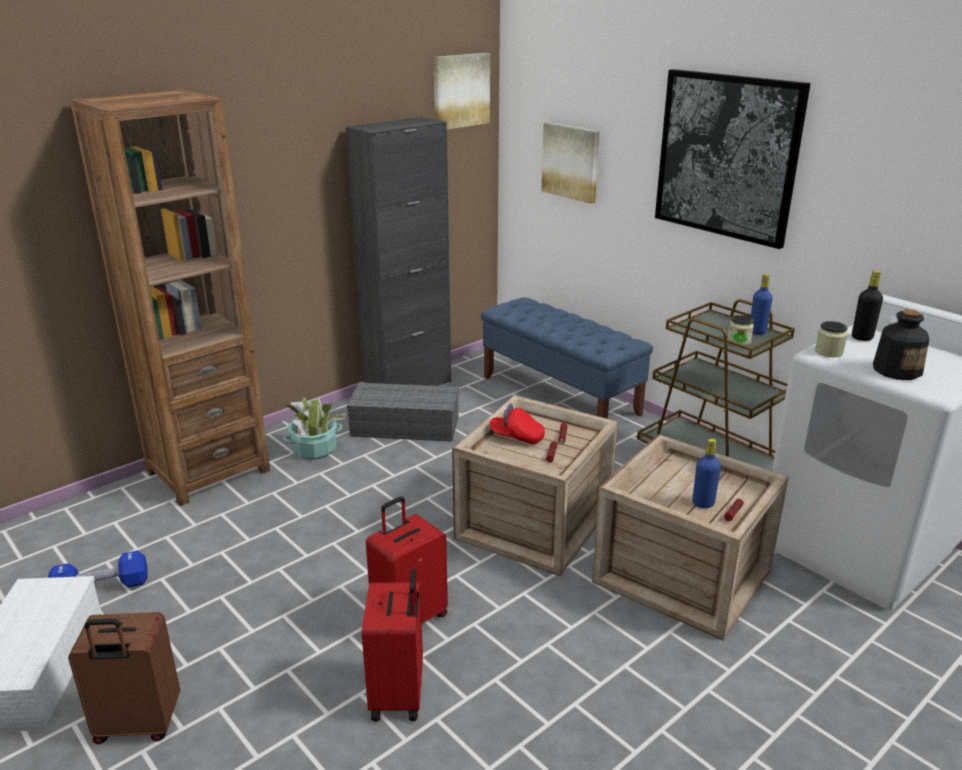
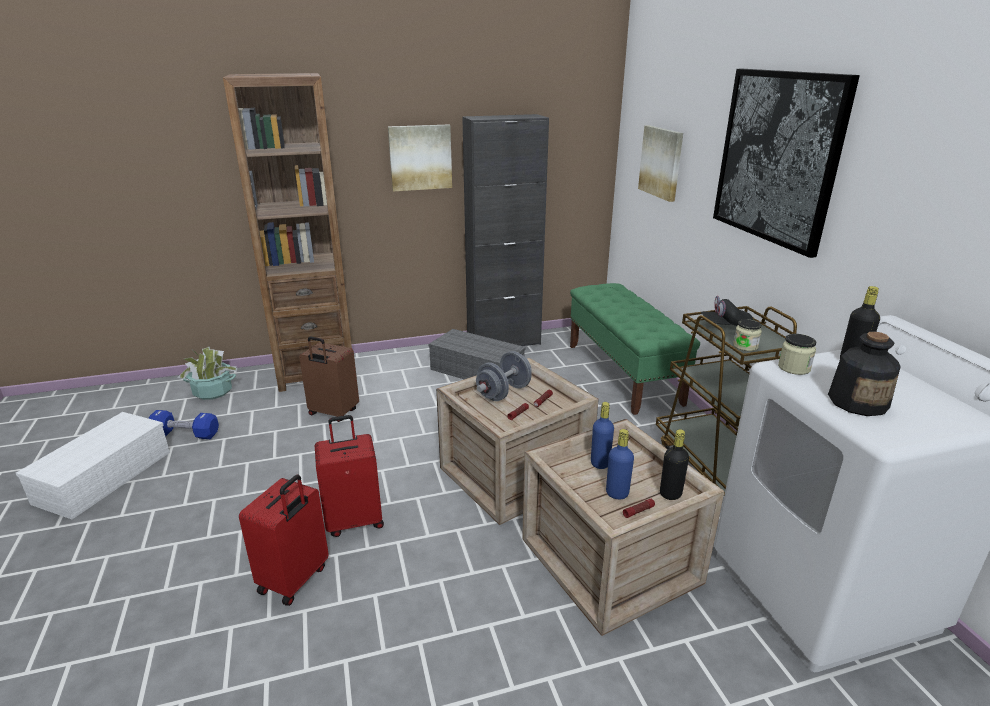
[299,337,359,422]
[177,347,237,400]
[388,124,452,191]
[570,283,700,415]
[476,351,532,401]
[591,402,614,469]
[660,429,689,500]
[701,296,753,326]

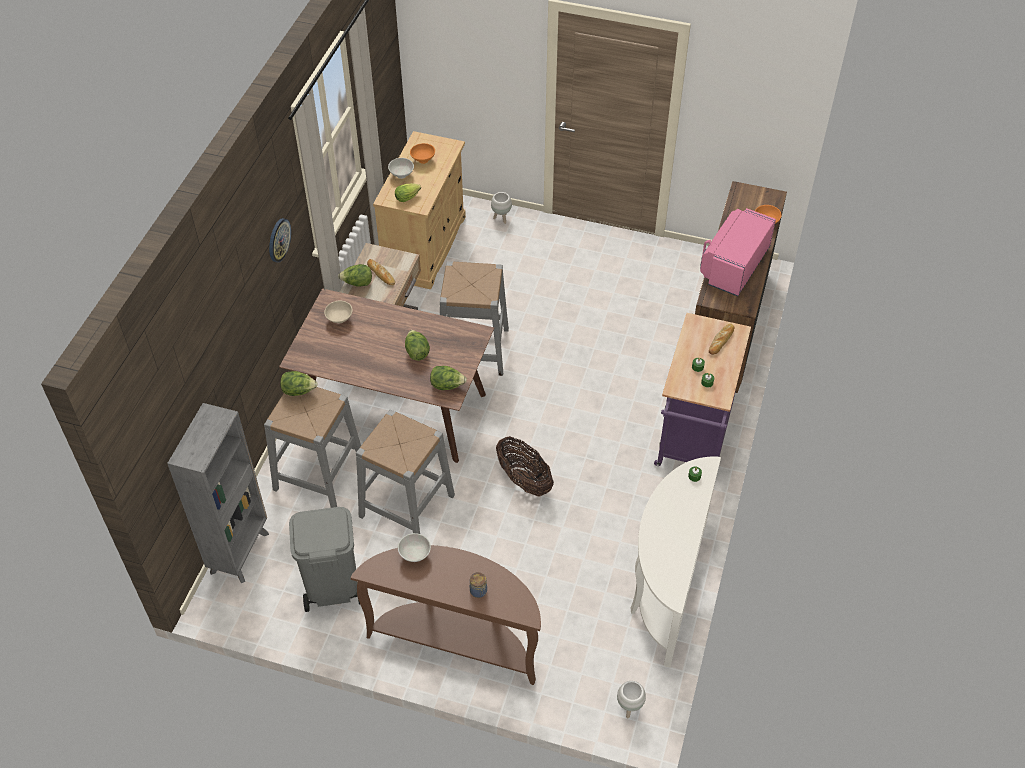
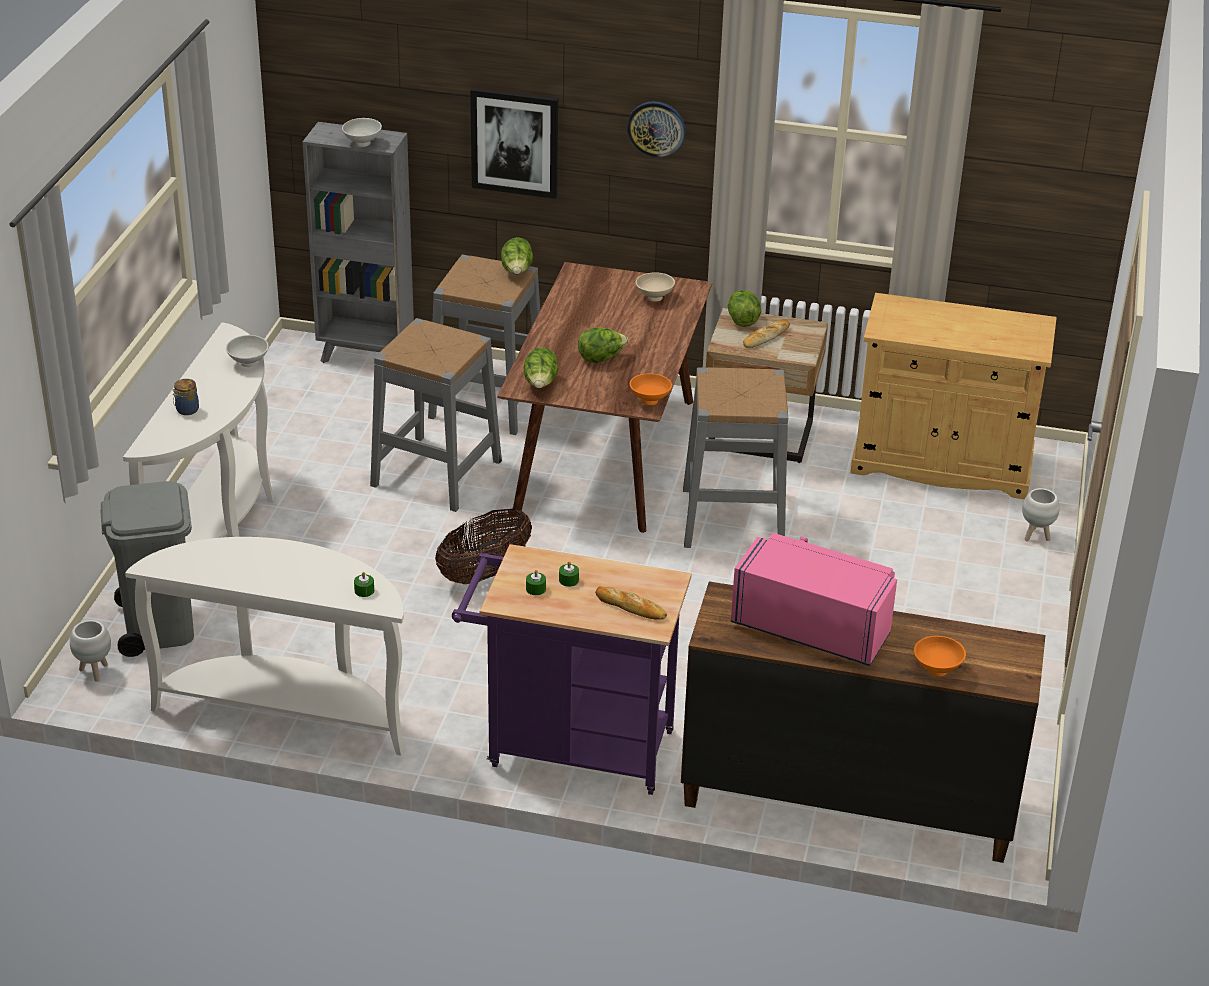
[100,481,194,657]
[123,322,274,542]
[342,118,382,147]
[395,183,421,202] (first image)
[630,373,672,405]
[470,88,558,199]

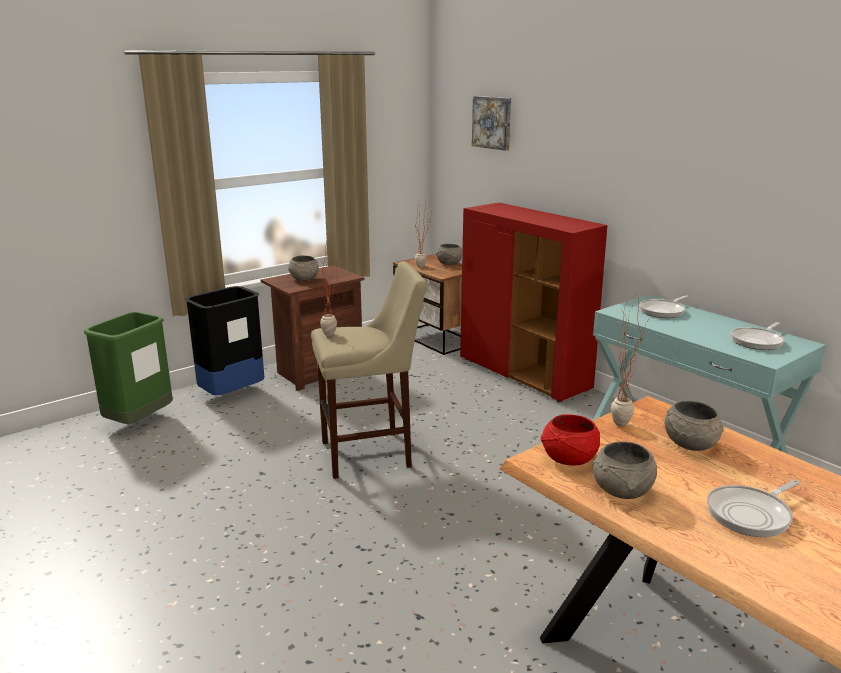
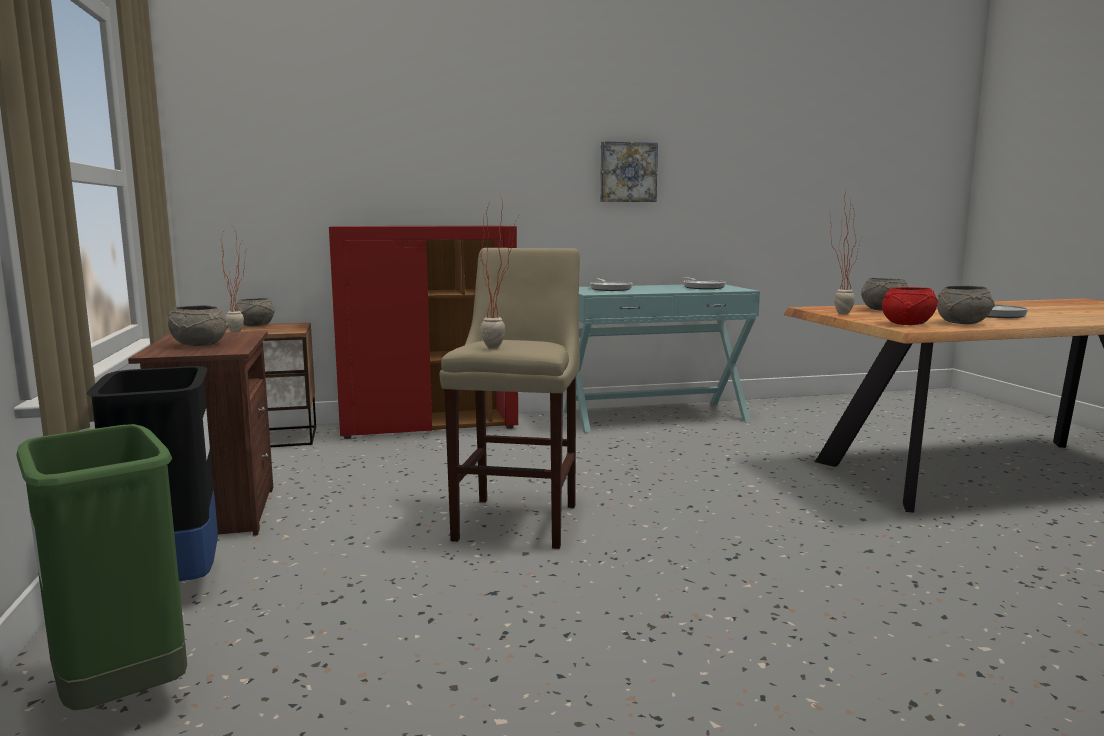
[600,141,658,202]

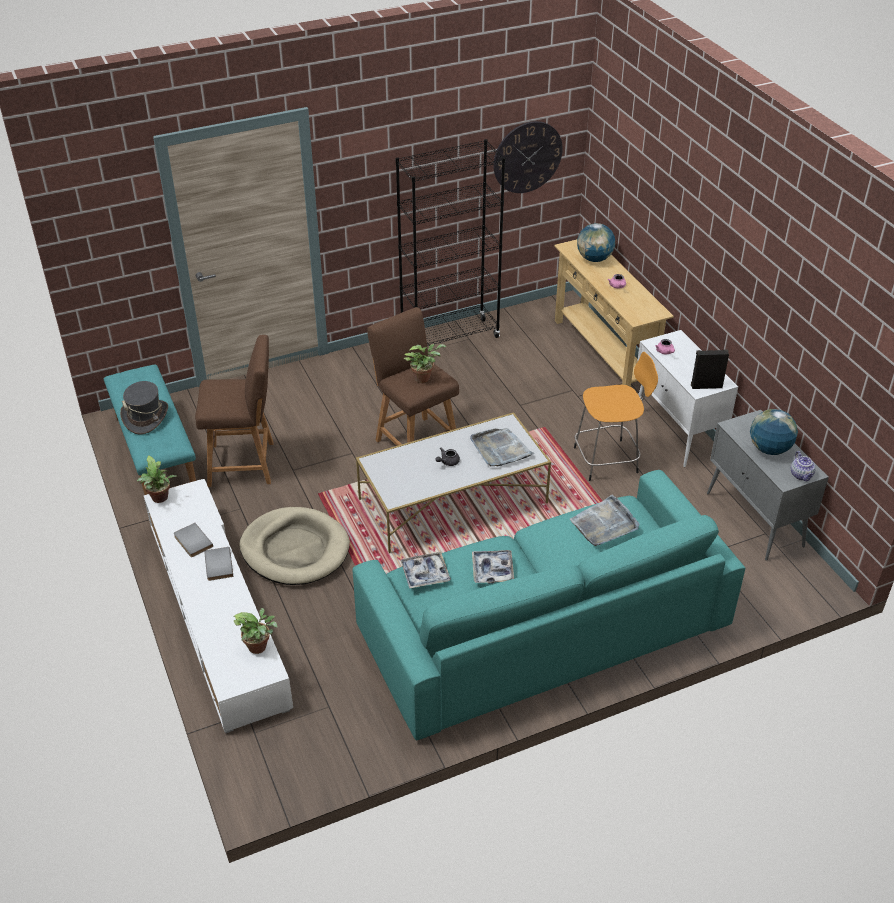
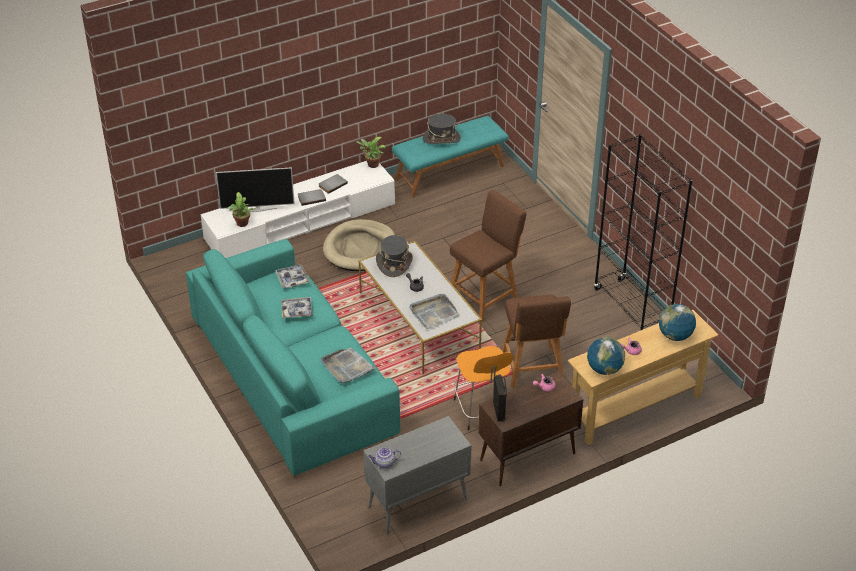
[502,295,571,389]
[404,344,446,383] (first image)
[493,121,563,193] (first image)
[478,372,584,486]
[587,337,625,375]
[216,167,295,212]
[376,235,413,277]

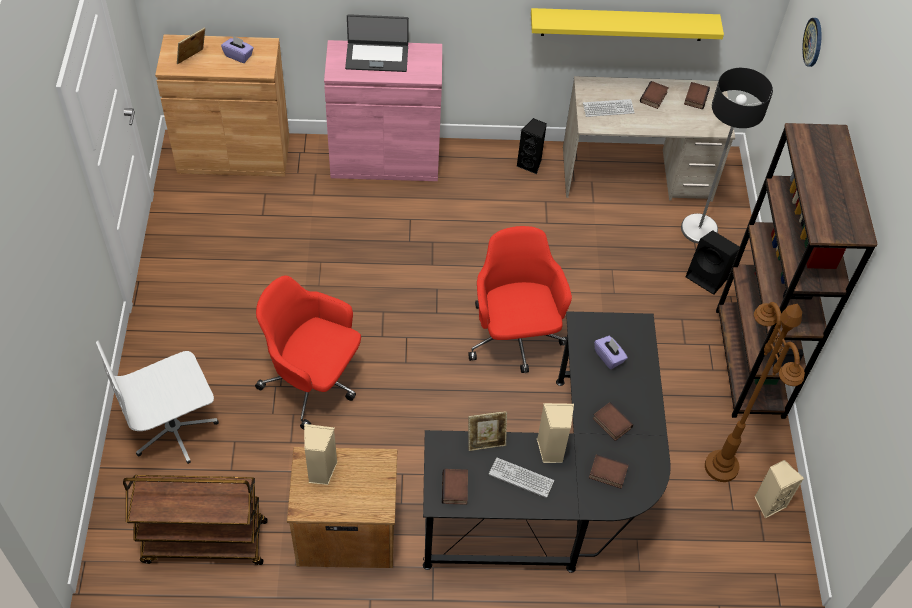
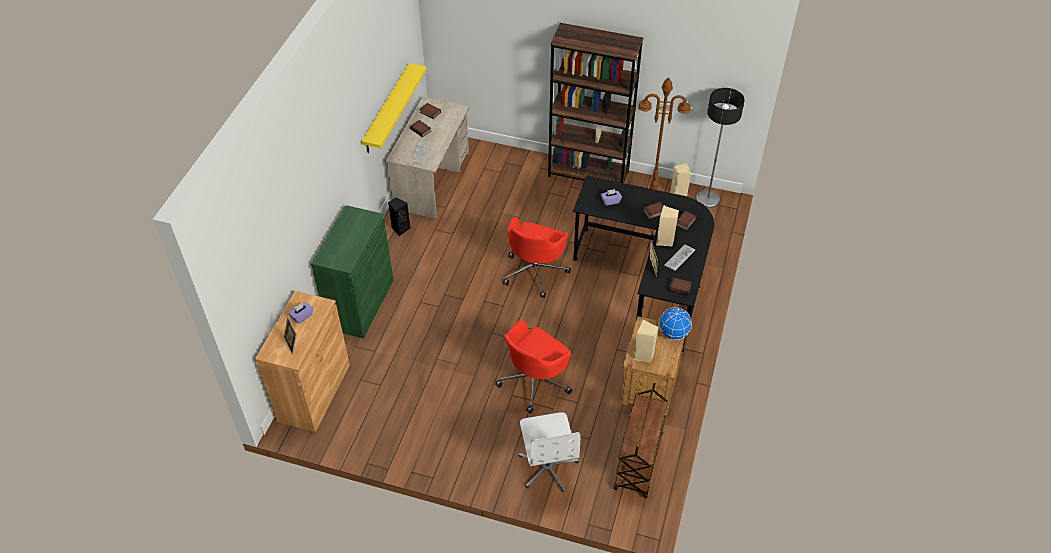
[311,205,393,339]
[345,14,409,72] (first image)
[503,217,571,298]
[696,88,745,208]
[685,230,740,295] (first image)
[802,18,822,67] (first image)
[659,307,692,340]

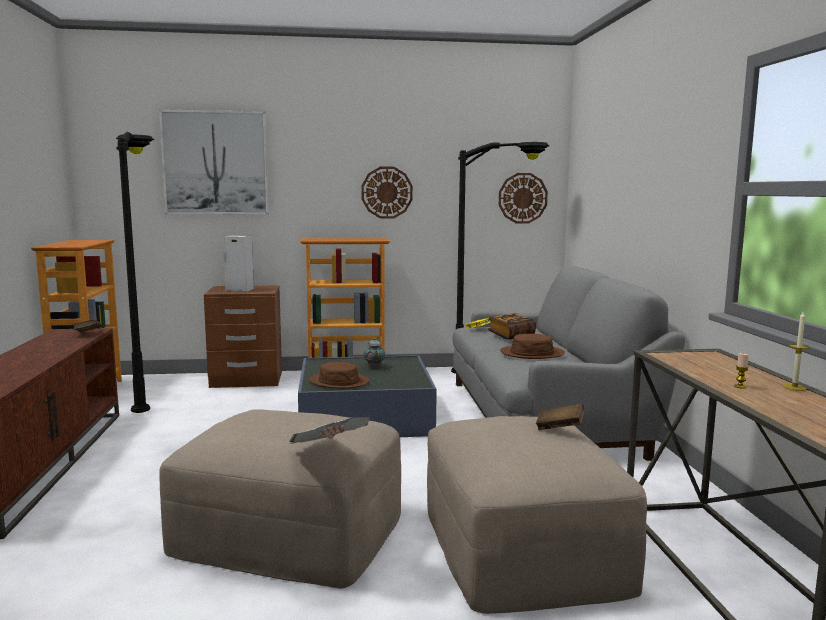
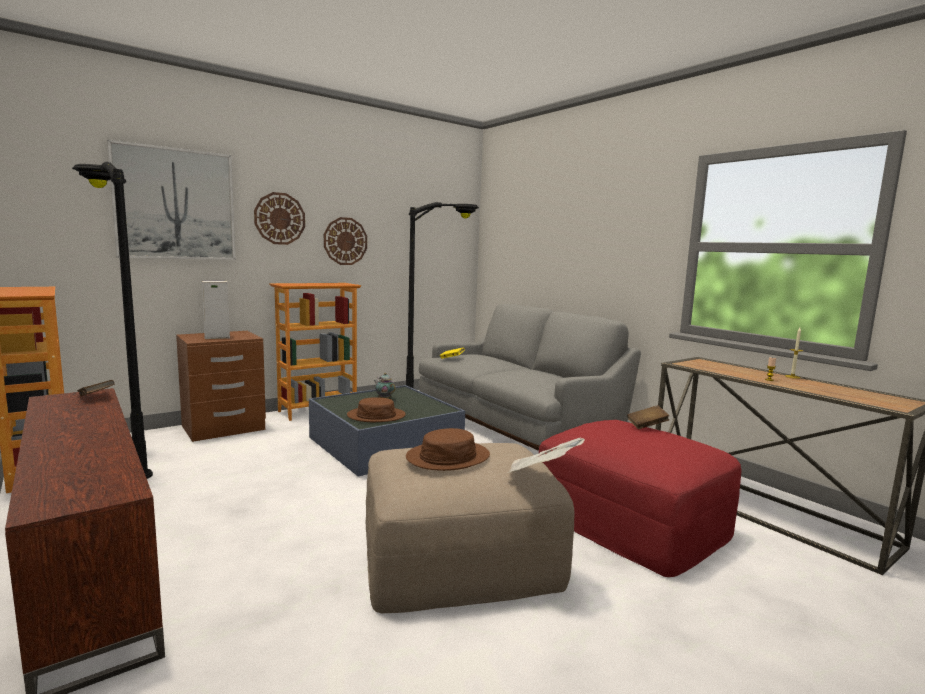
[539,420,742,577]
[488,313,536,340] (first image)
[254,192,305,245]
[406,428,490,471]

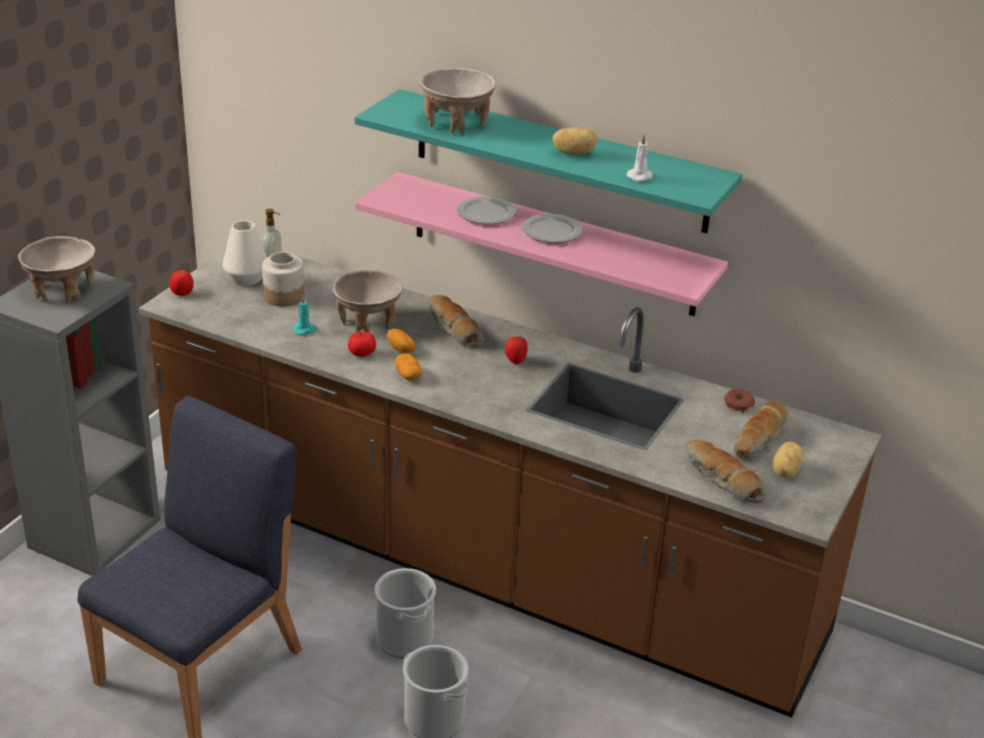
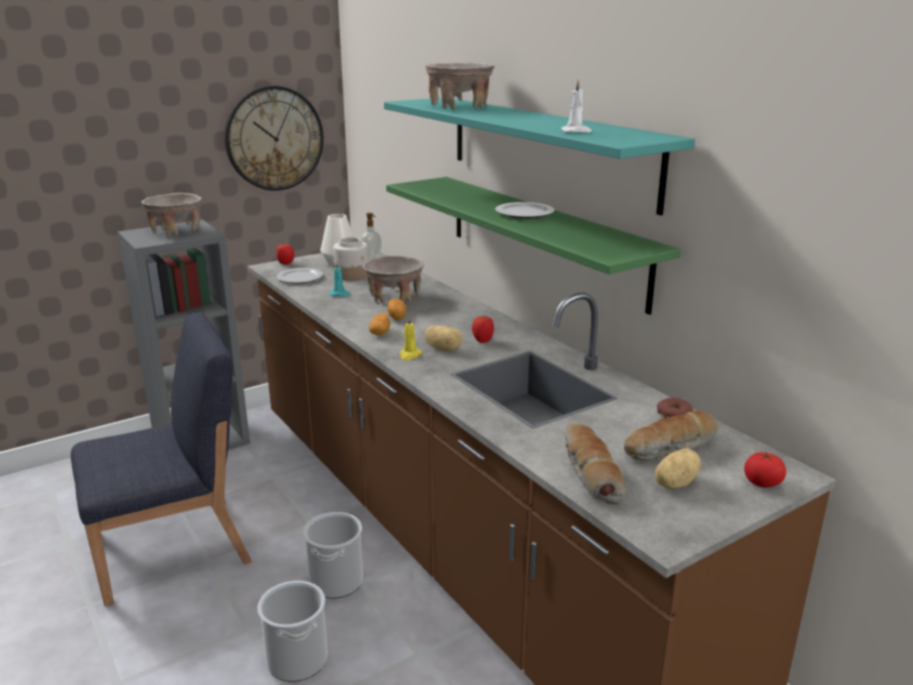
[744,452,786,488]
[386,177,681,315]
[428,295,484,347] (first image)
[277,268,323,283]
[424,325,463,351]
[225,86,324,191]
[399,316,422,360]

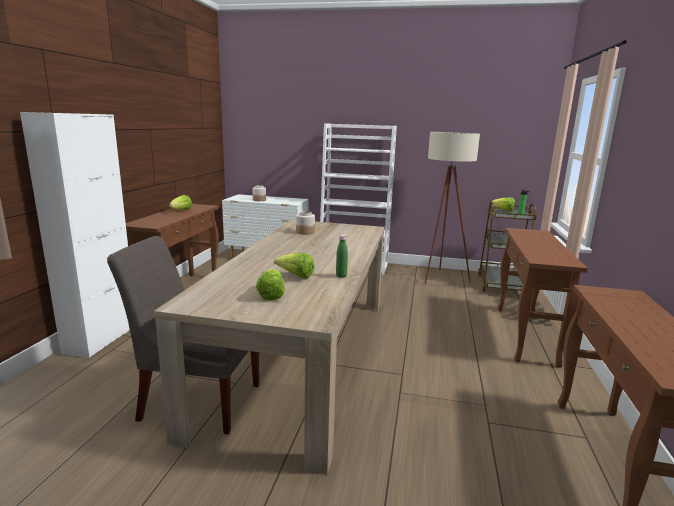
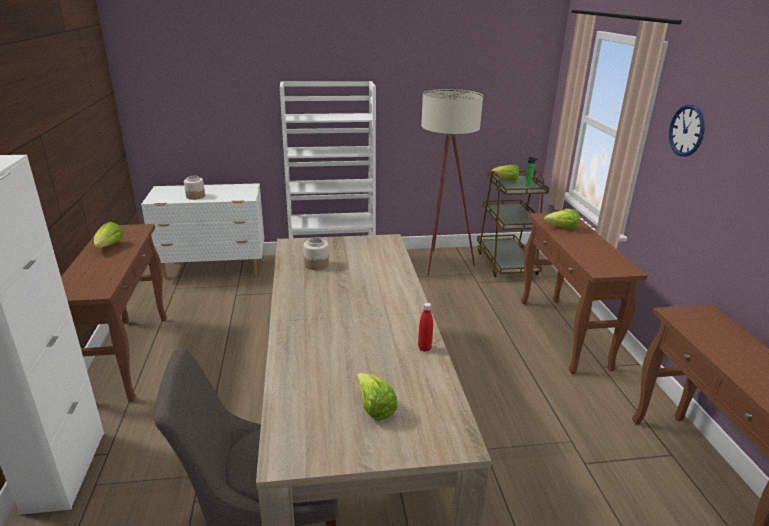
[544,209,579,229]
[418,302,433,352]
[669,105,705,157]

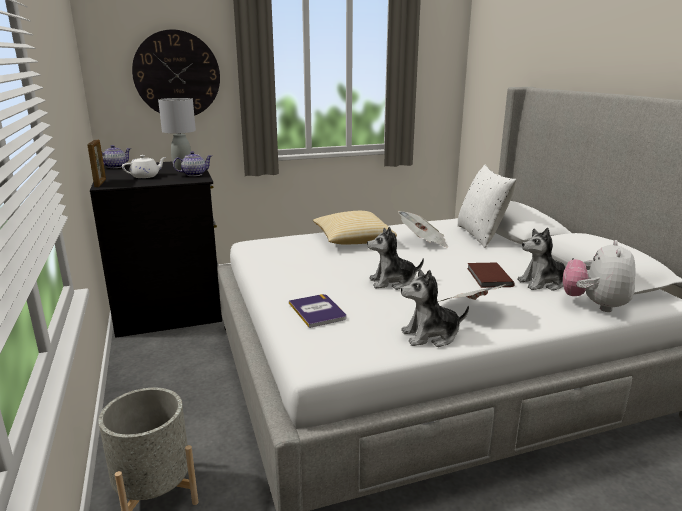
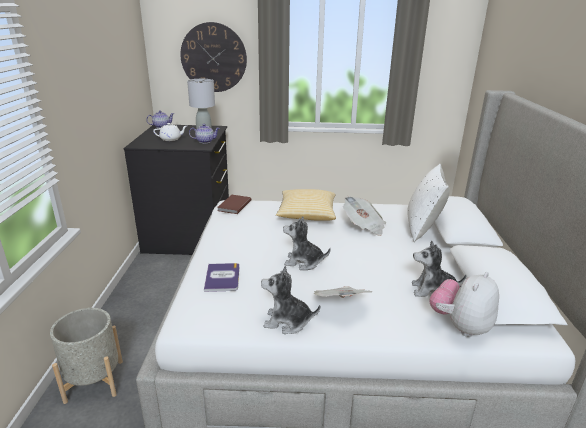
[87,139,106,187] (first image)
[217,195,252,214]

